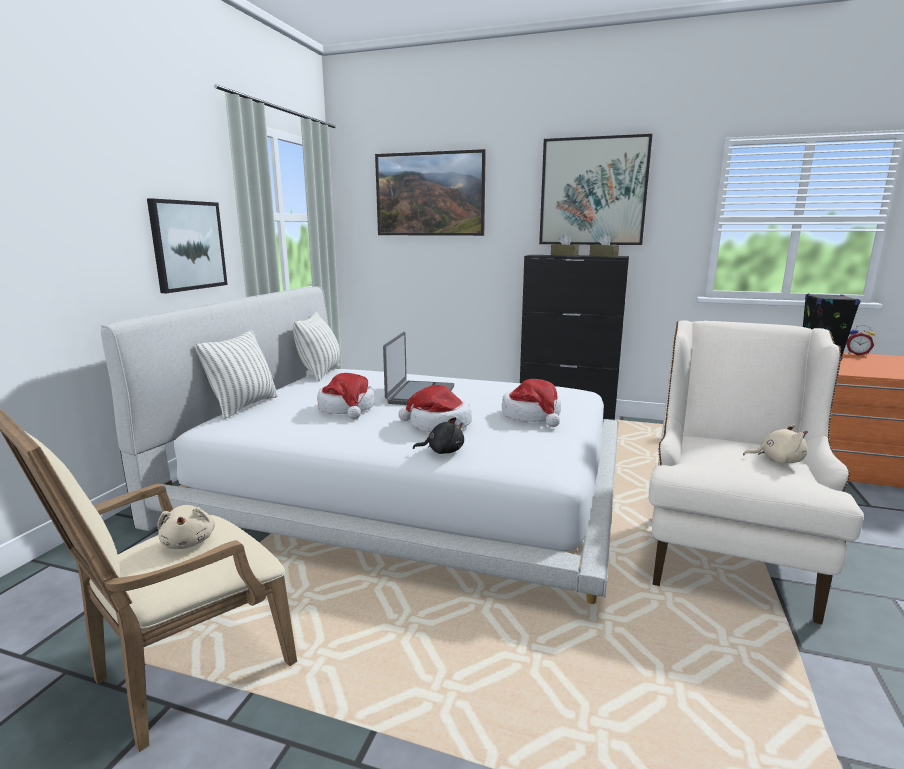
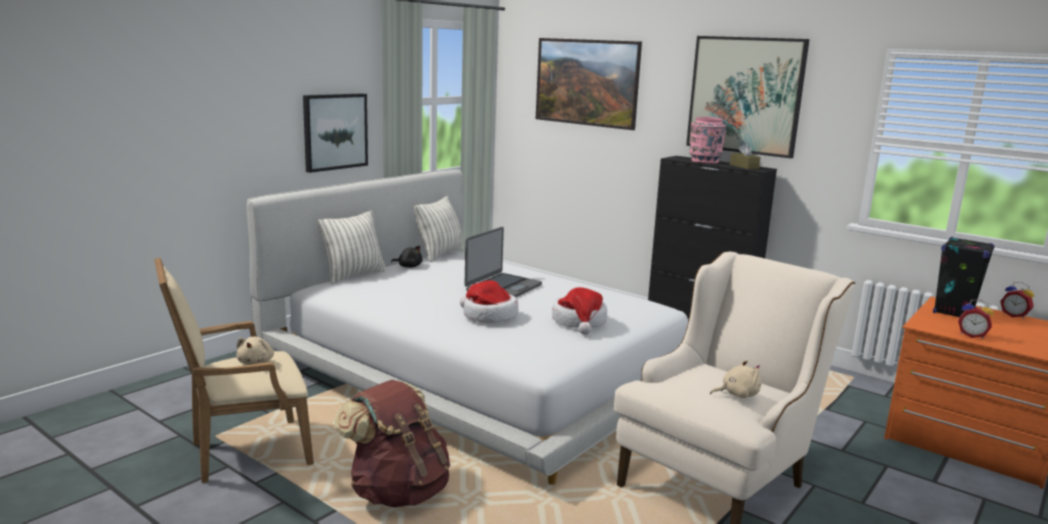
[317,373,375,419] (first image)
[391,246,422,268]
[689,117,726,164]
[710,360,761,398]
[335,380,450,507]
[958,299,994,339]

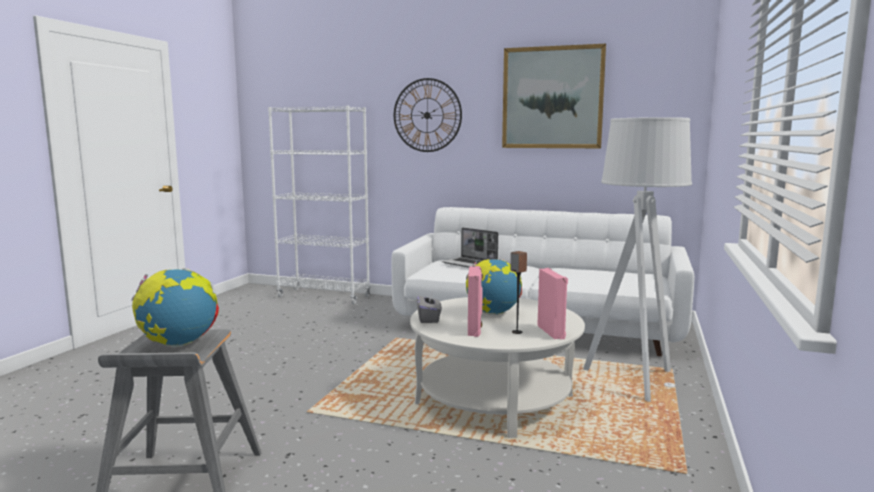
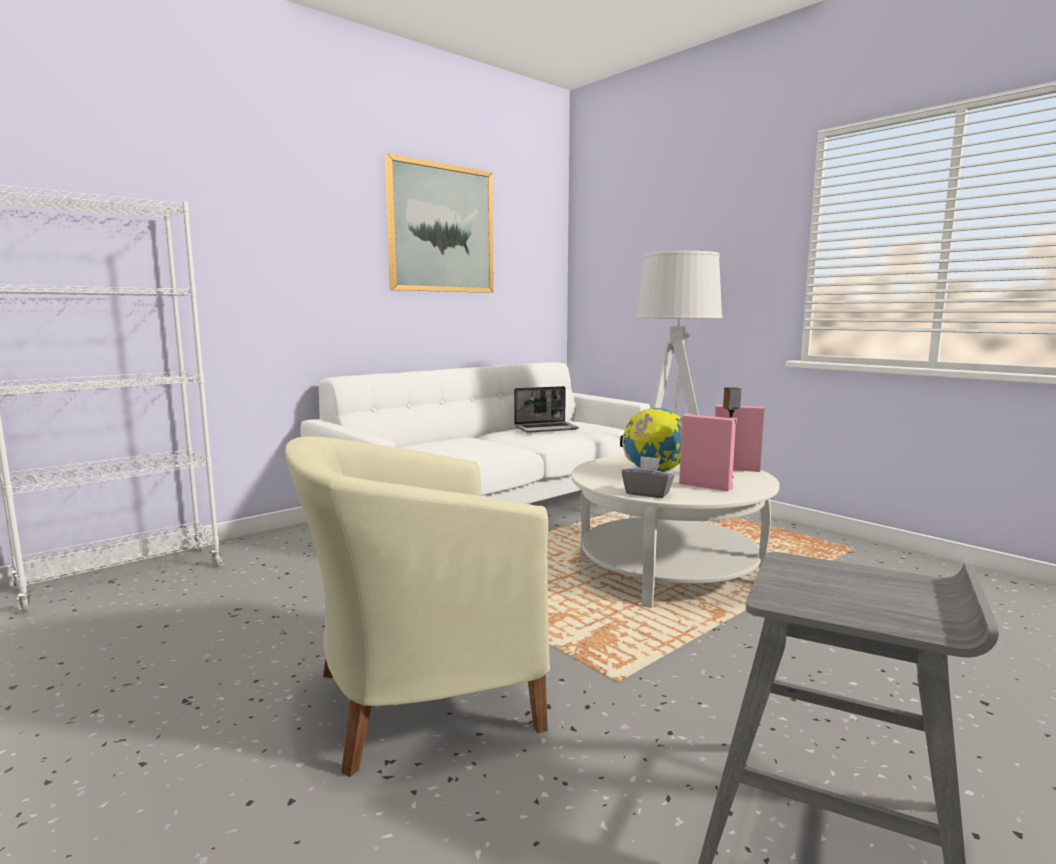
[131,268,219,347] (first image)
[394,78,462,152] (first image)
[514,386,579,433]
[285,436,550,777]

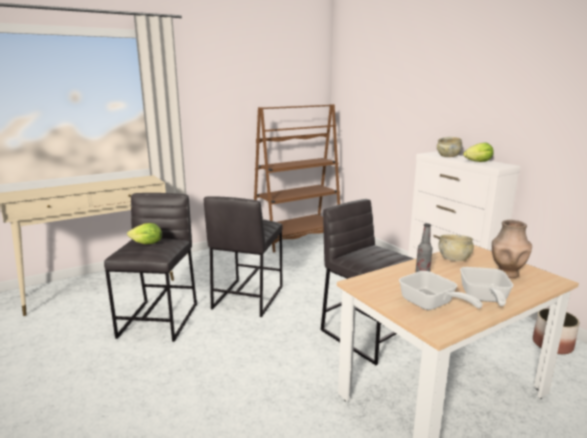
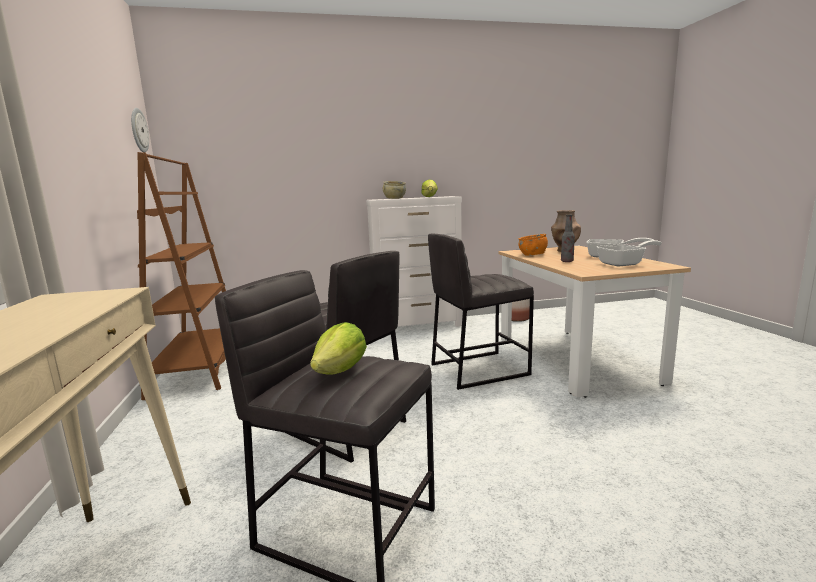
[519,234,548,255]
[131,108,149,152]

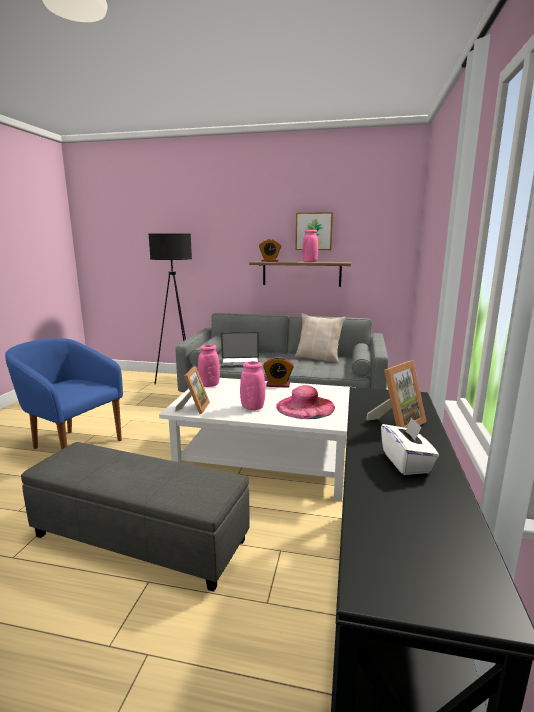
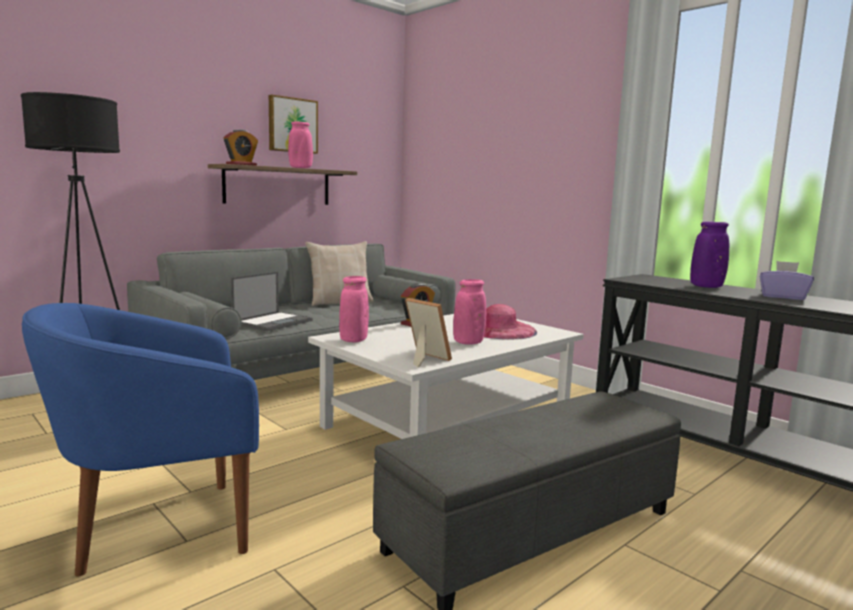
[690,222,729,288]
[760,261,814,300]

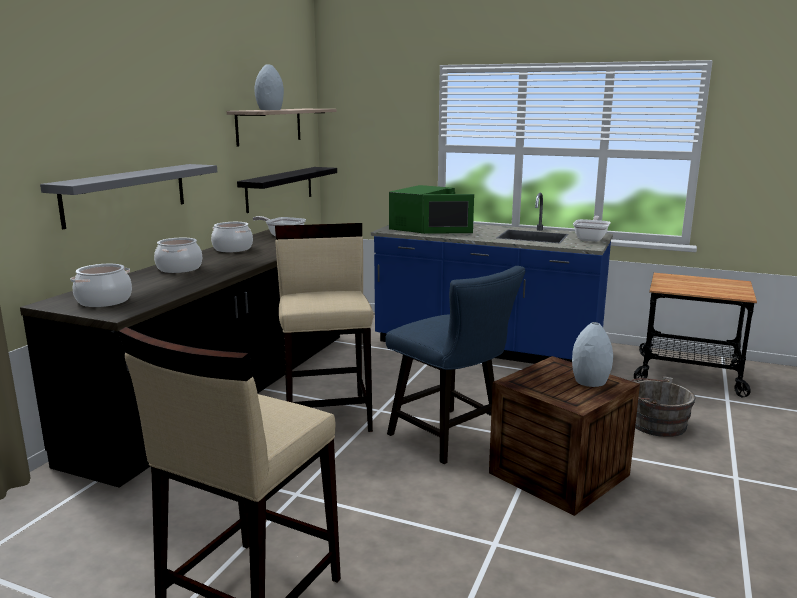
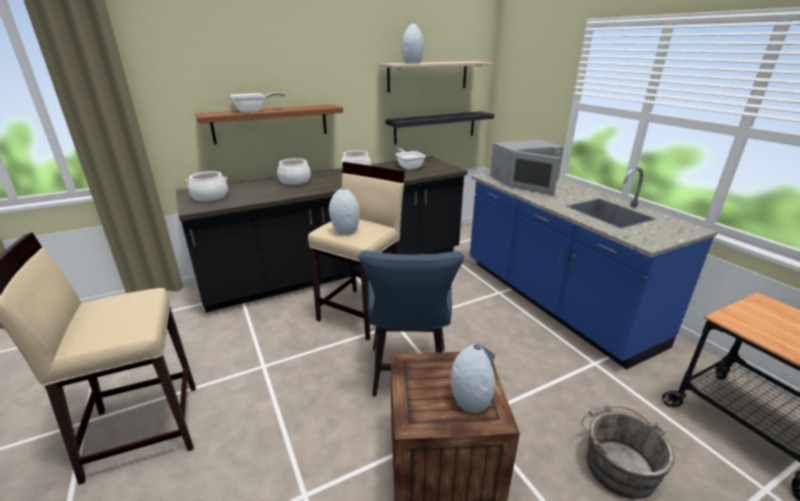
[195,104,343,144]
[490,139,564,195]
[230,92,285,113]
[329,188,360,235]

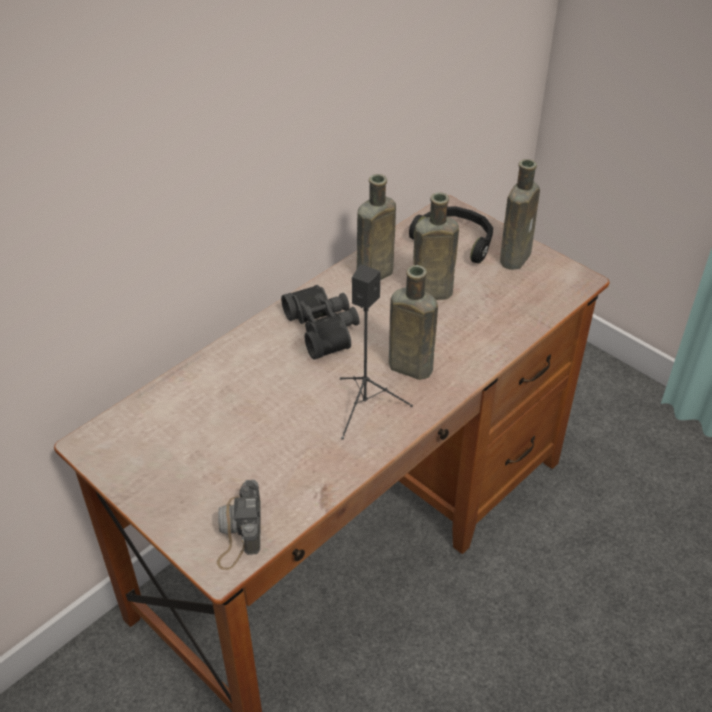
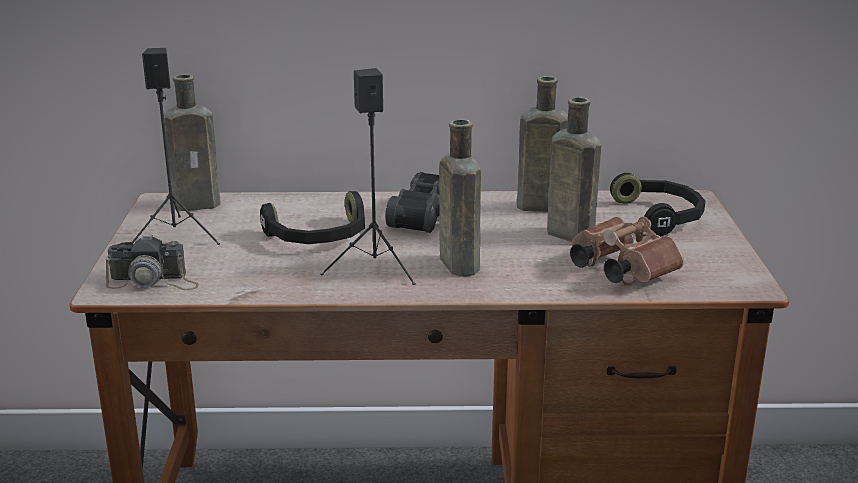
[105,235,199,290]
[164,74,221,211]
[132,48,220,245]
[260,191,365,244]
[570,217,684,285]

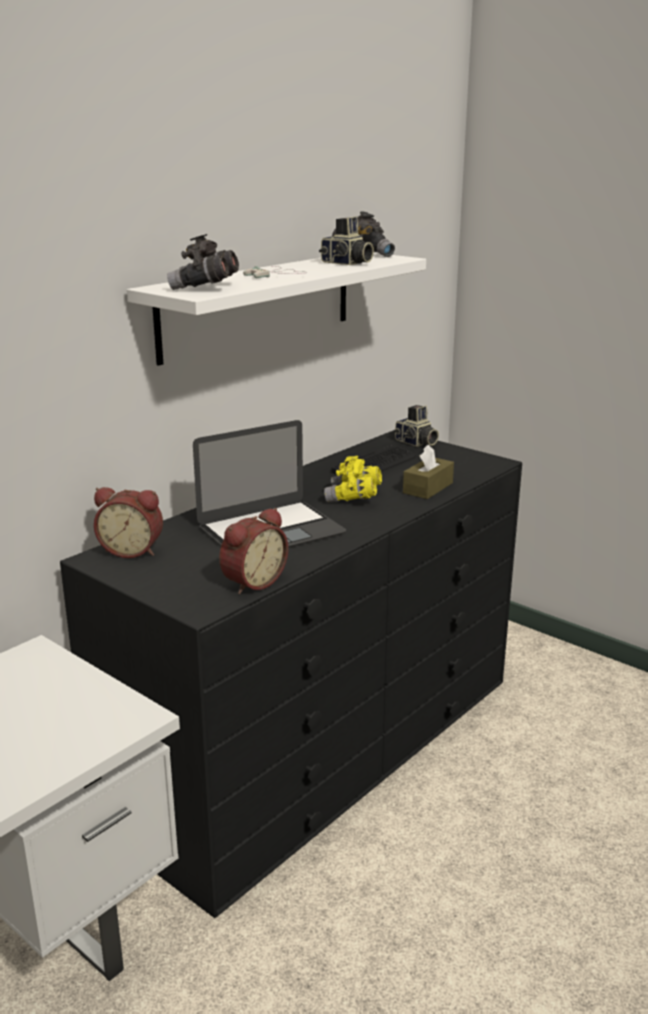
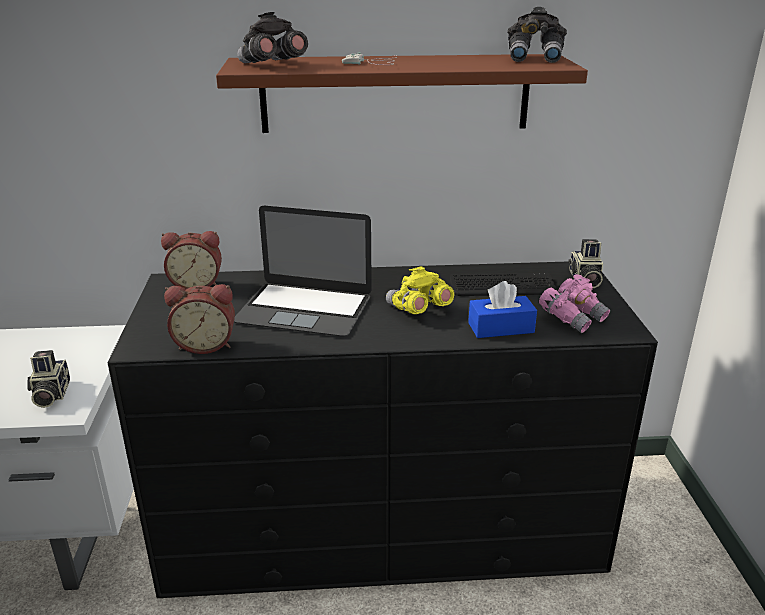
[161,231,222,290]
[216,54,588,133]
[28,350,70,408]
[468,281,537,338]
[539,274,610,333]

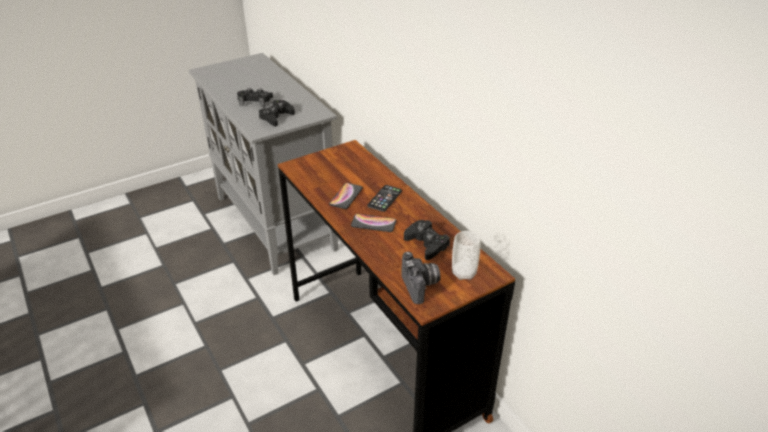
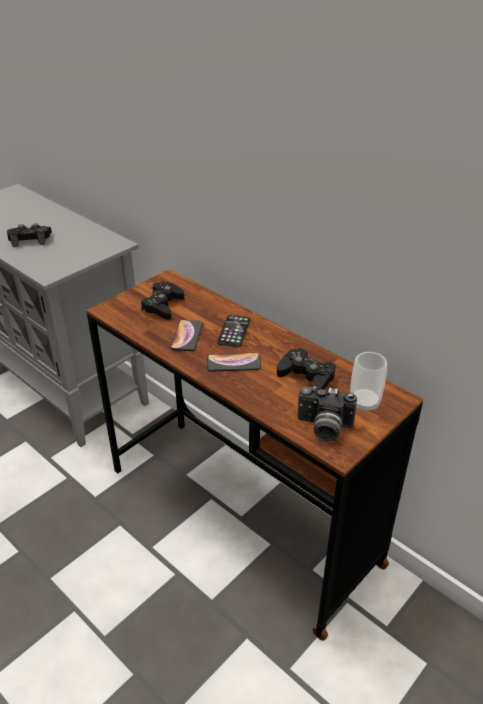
[141,282,184,320]
[298,386,357,442]

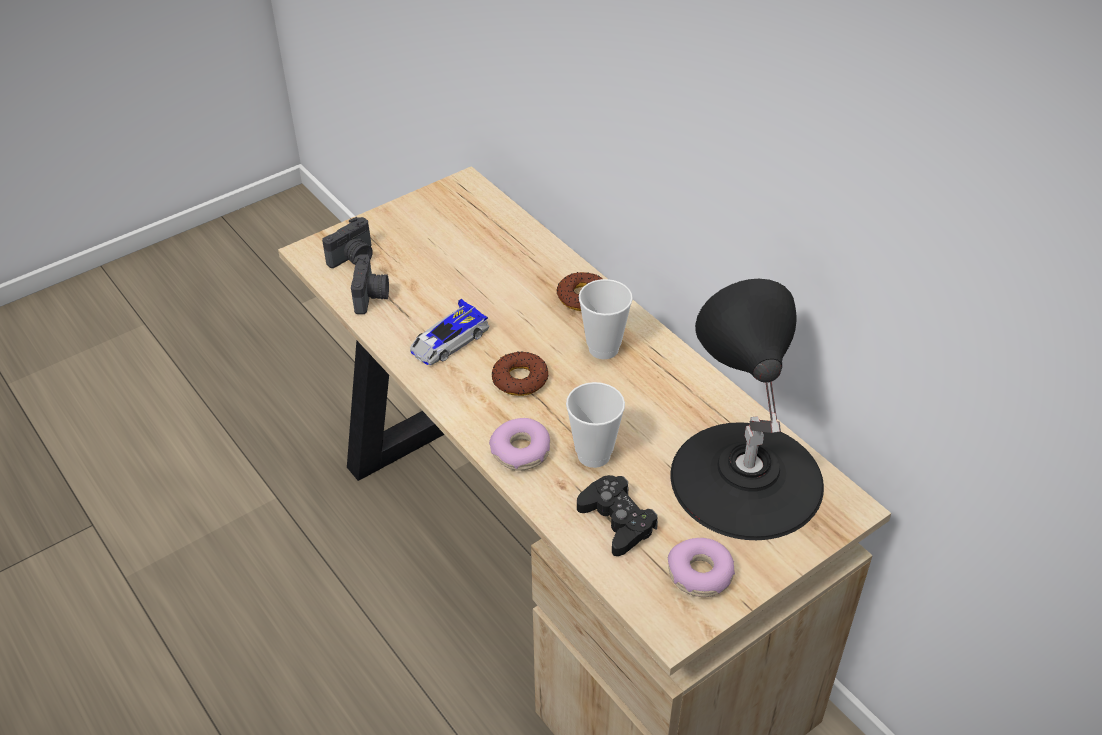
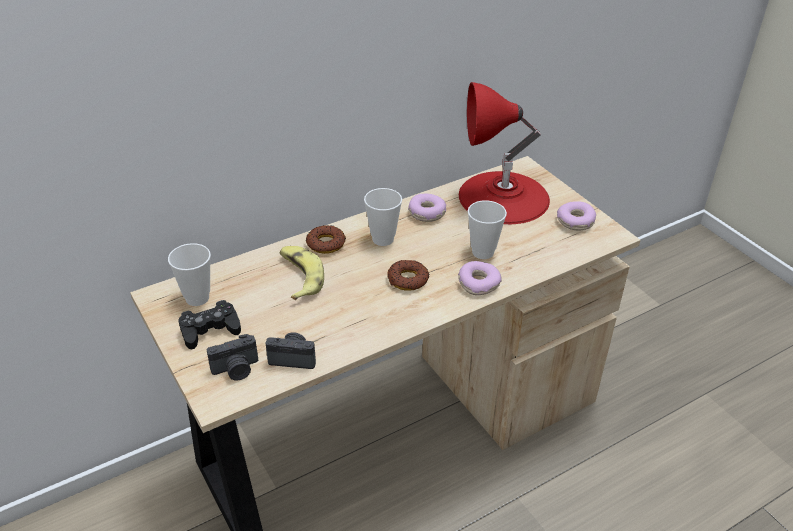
[207,334,258,381]
[410,299,490,365] (first image)
[178,300,241,349]
[459,82,550,224]
[168,243,211,306]
[280,246,324,300]
[408,194,446,222]

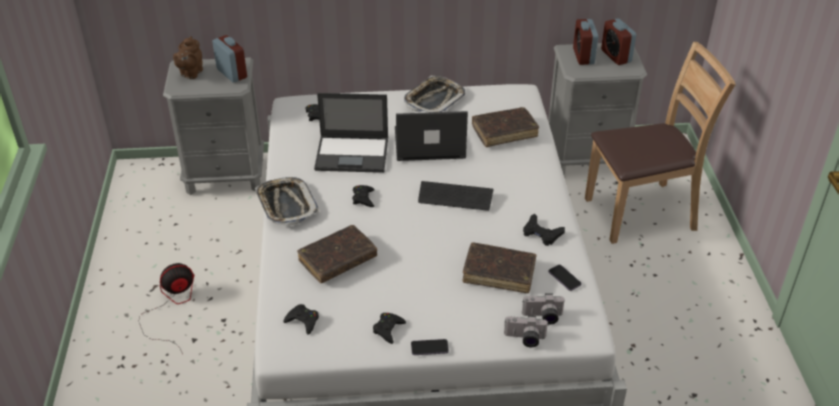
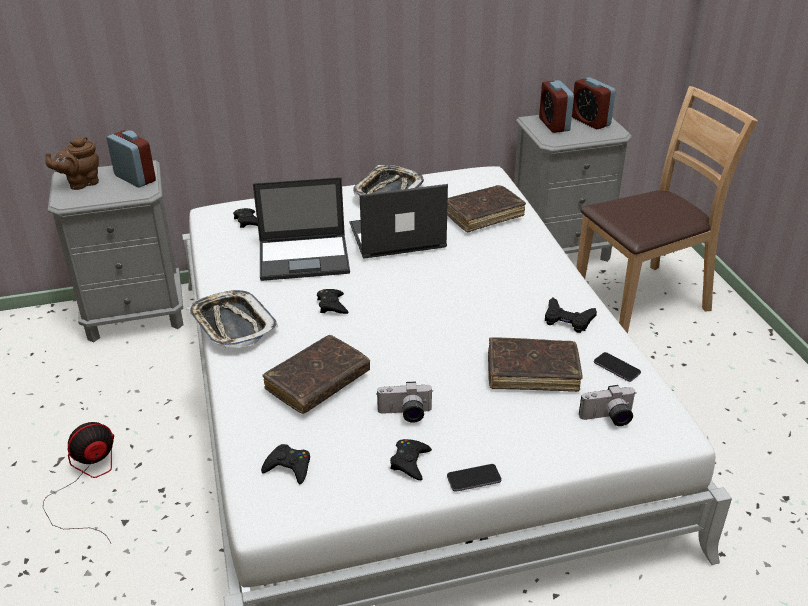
[45,137,99,190]
[418,181,494,211] (first image)
[376,381,433,423]

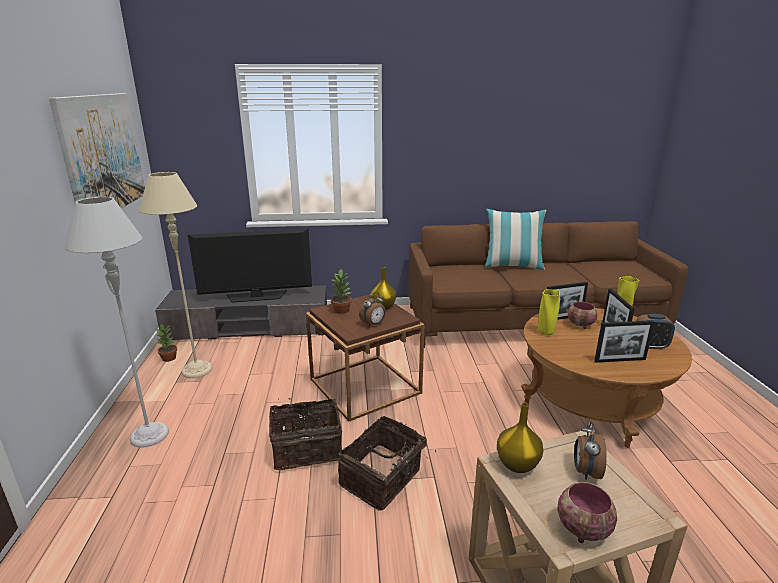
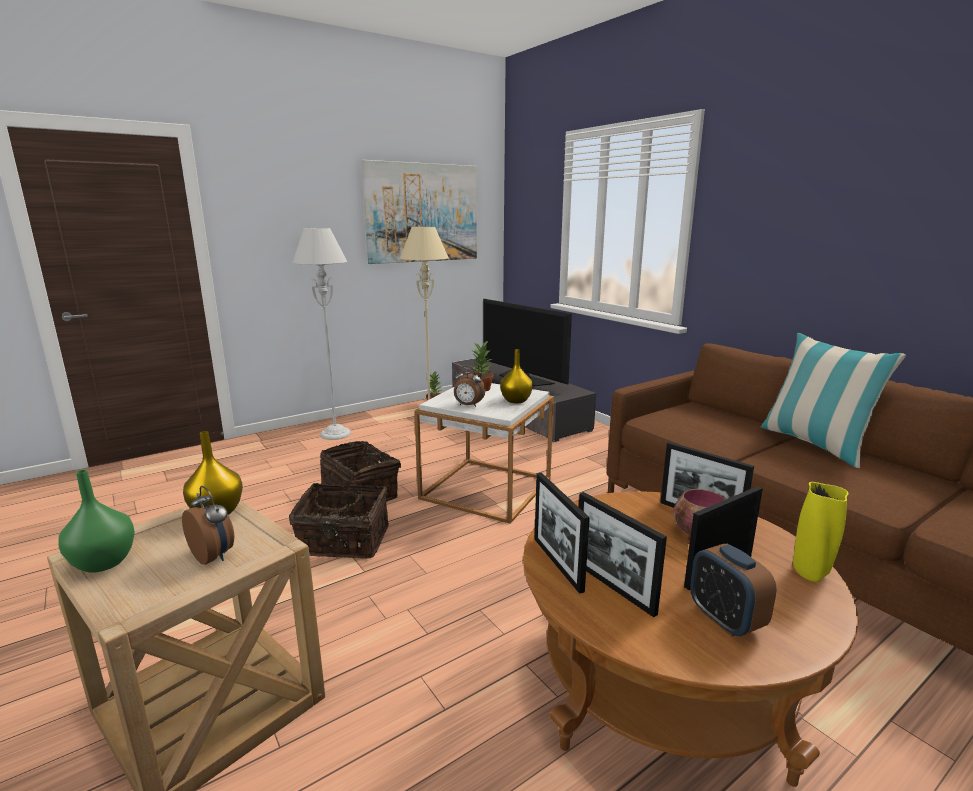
[414,383,554,524]
[538,289,560,335] (first image)
[58,470,135,573]
[182,486,235,565]
[535,473,590,594]

